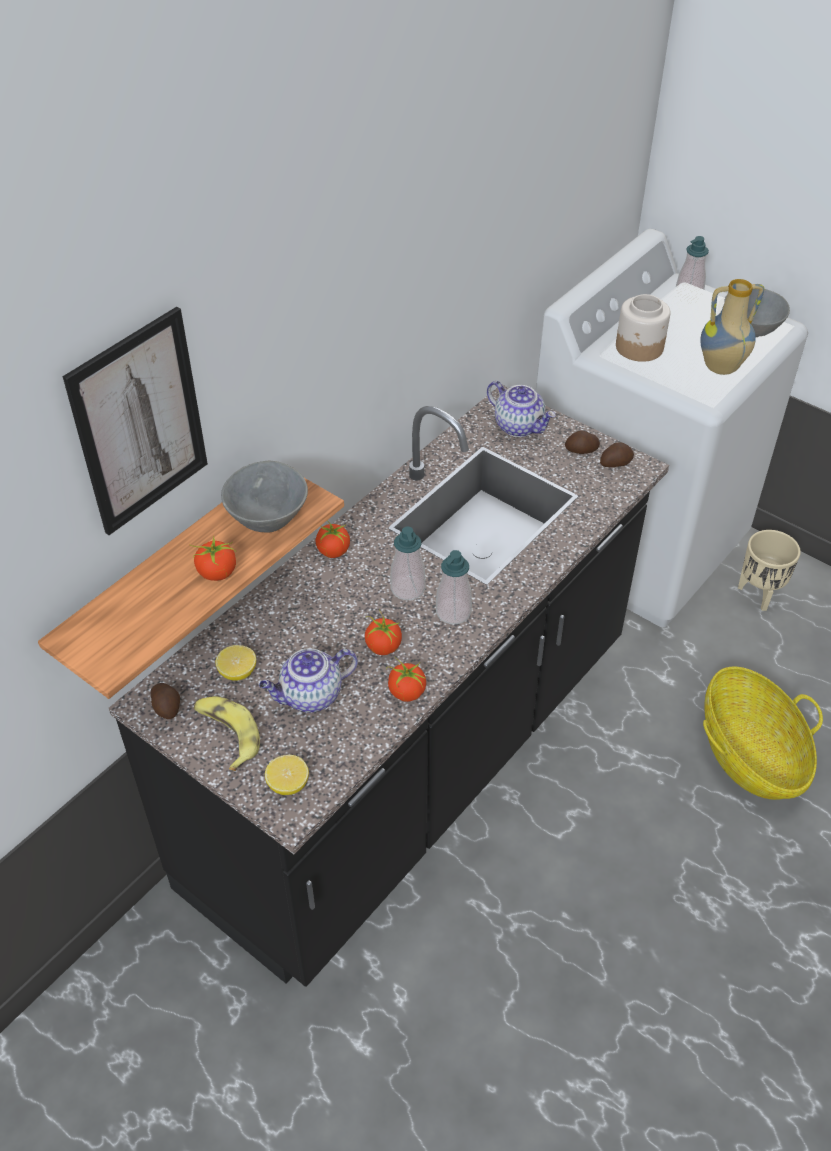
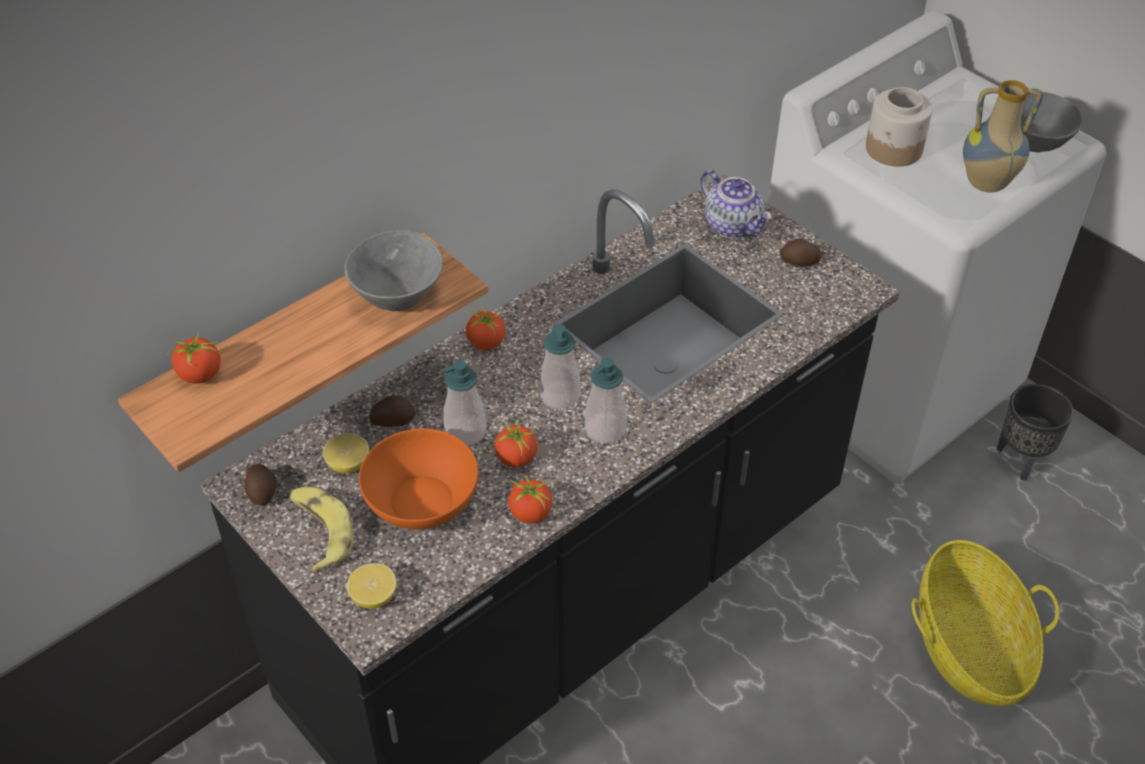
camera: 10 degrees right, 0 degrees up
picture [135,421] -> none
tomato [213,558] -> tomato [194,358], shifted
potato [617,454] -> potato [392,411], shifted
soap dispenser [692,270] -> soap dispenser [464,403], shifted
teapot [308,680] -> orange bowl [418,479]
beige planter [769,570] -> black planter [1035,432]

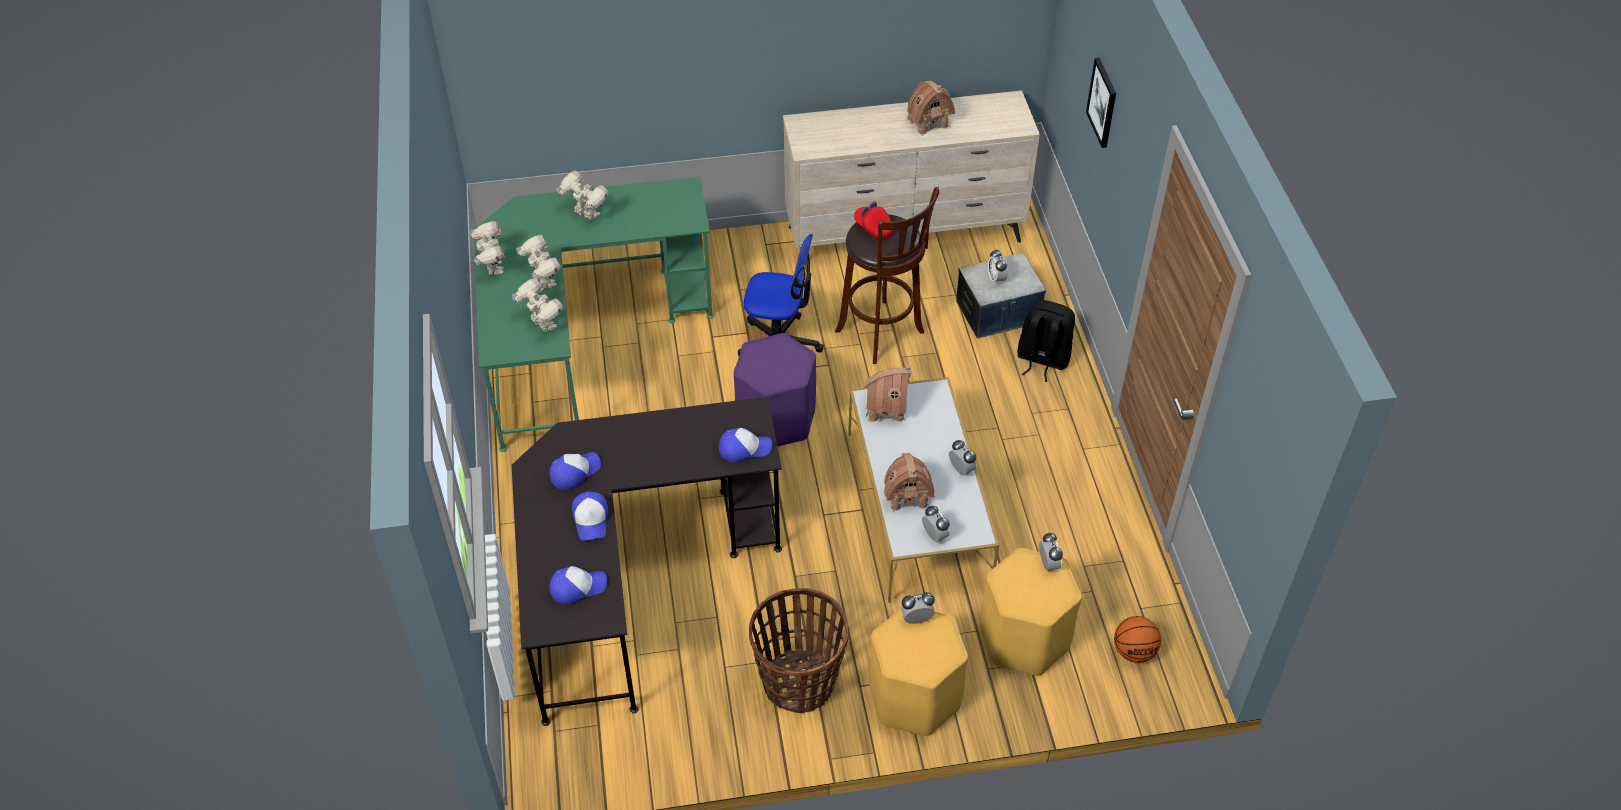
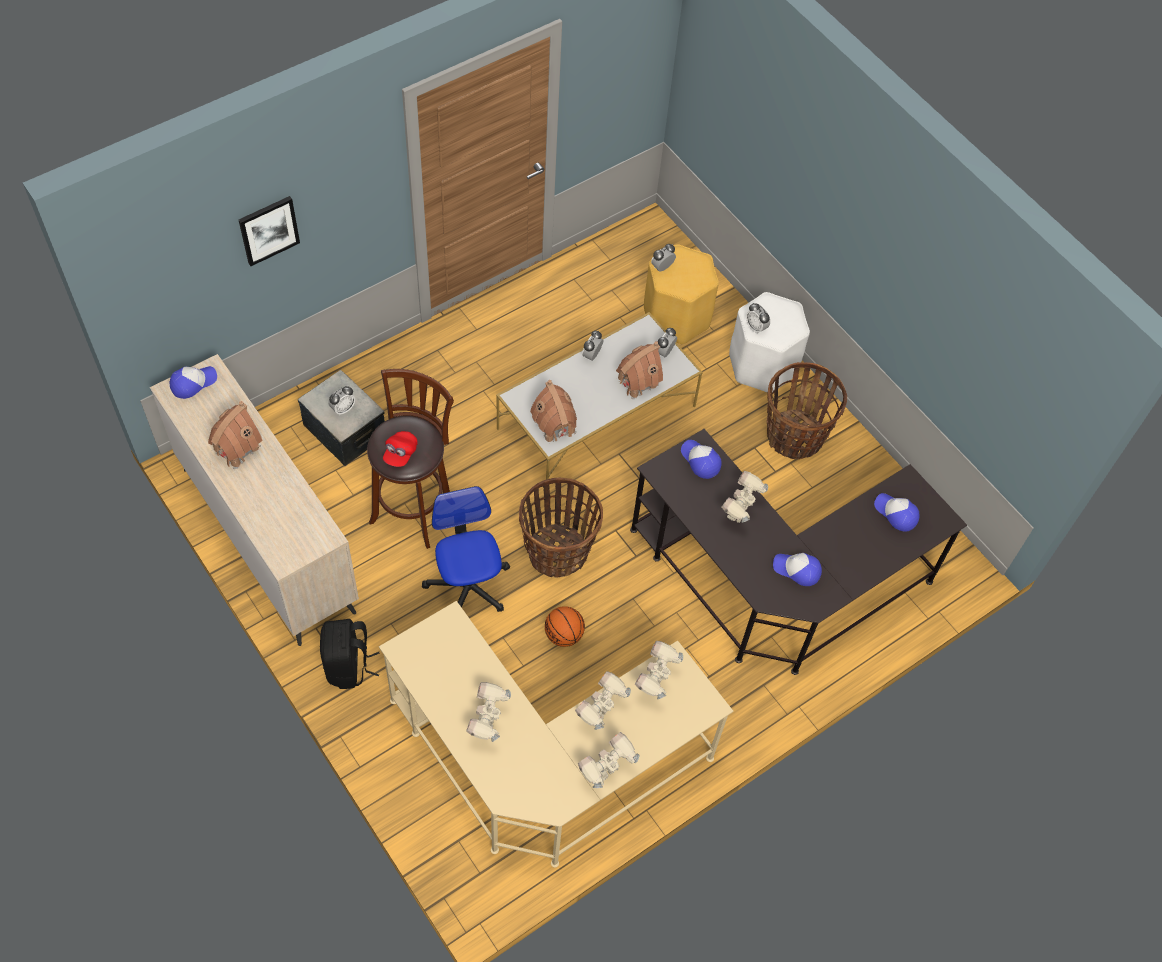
camera: 120 degrees left, 10 degrees up
none -> toy robot [744,497]
cap [590,516] -> cap [193,382], shifted
black backpack [1046,341] -> black backpack [350,654], shifted
basketball [1137,639] -> basketball [565,627], shifted
purple stool [775,390] -> basket [561,527]
green desk [594,314] -> beige desk [556,734]
yellow stool [918,672] -> white stool [769,342]

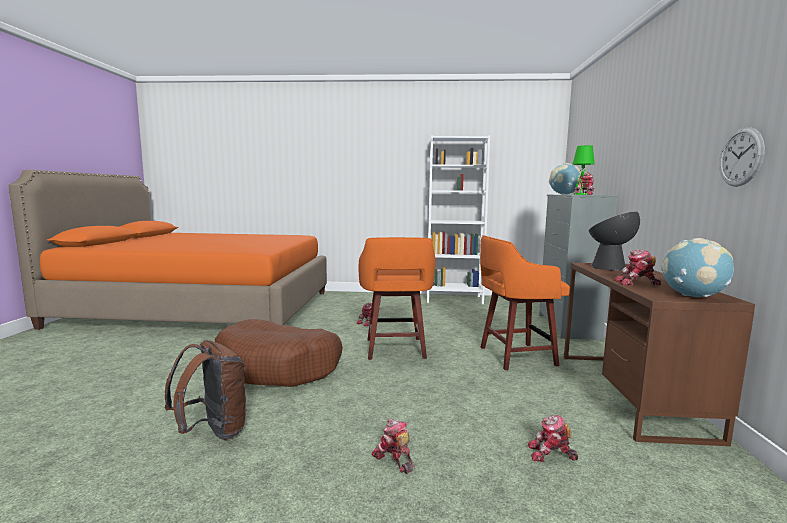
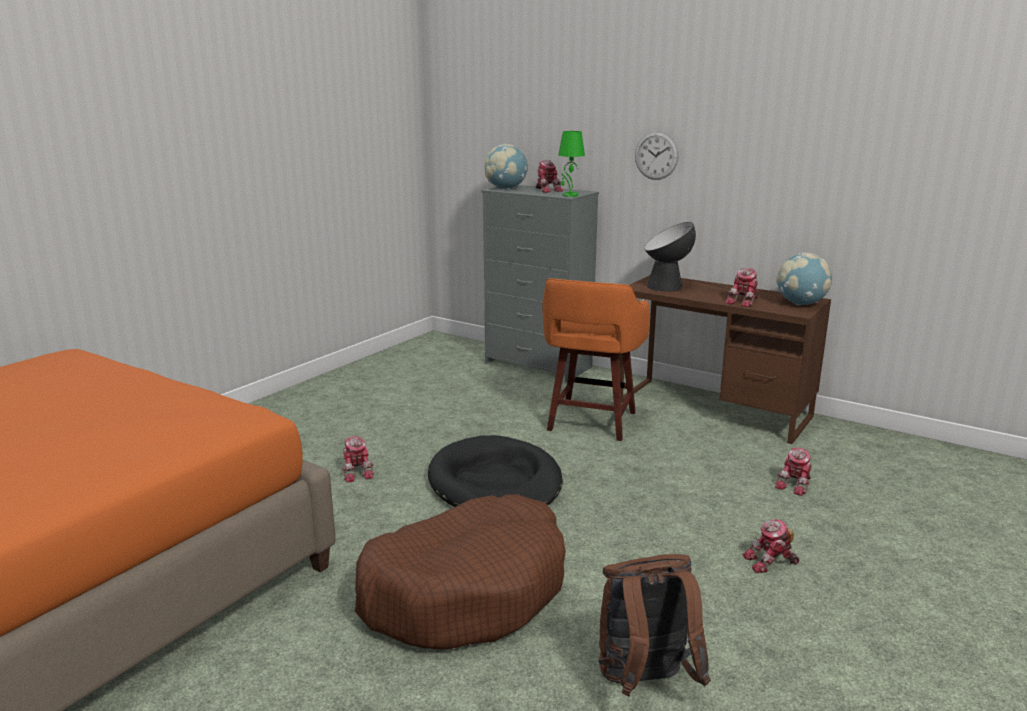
camera: 60 degrees left, 10 degrees up
white bookcase [458,219] -> none
wall clock [742,157] -> wall clock [657,156], shifted
orange stool [397,298] -> black dog bed [495,471]

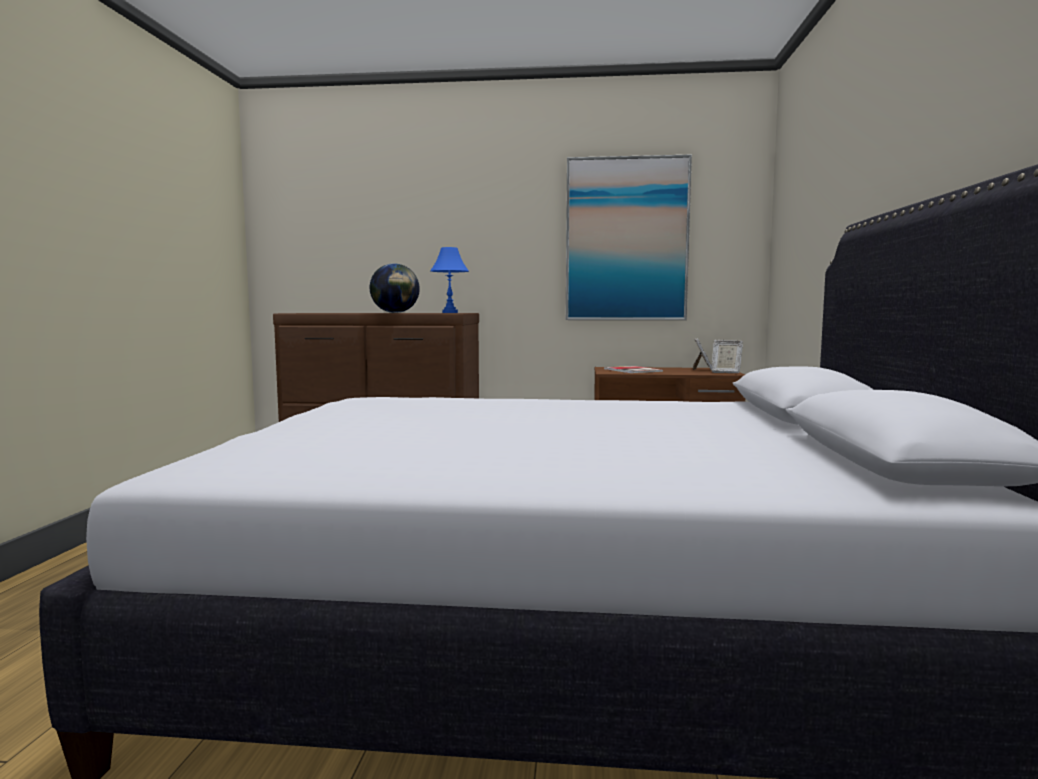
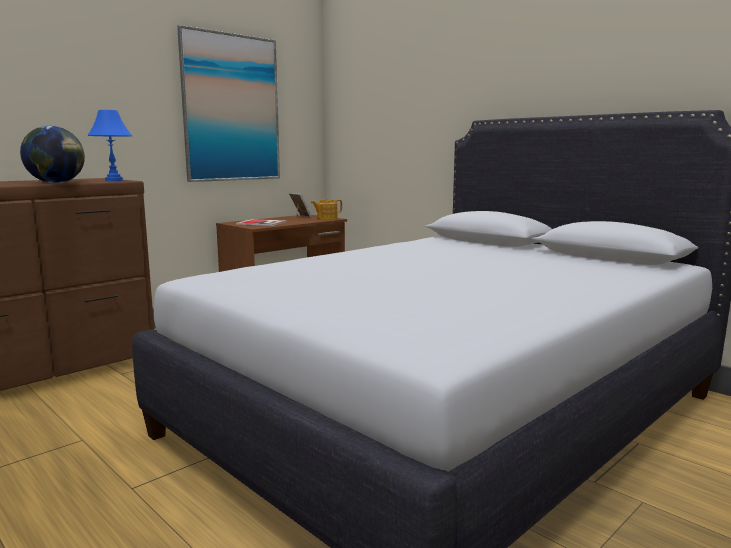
camera: 50 degrees left, 5 degrees up
picture frame [727,356] -> teapot [326,209]

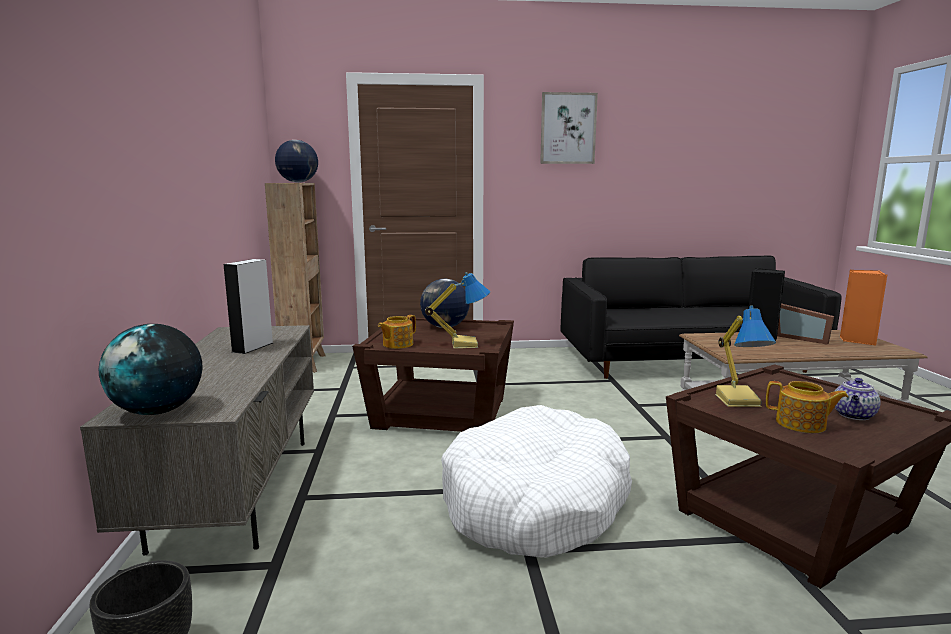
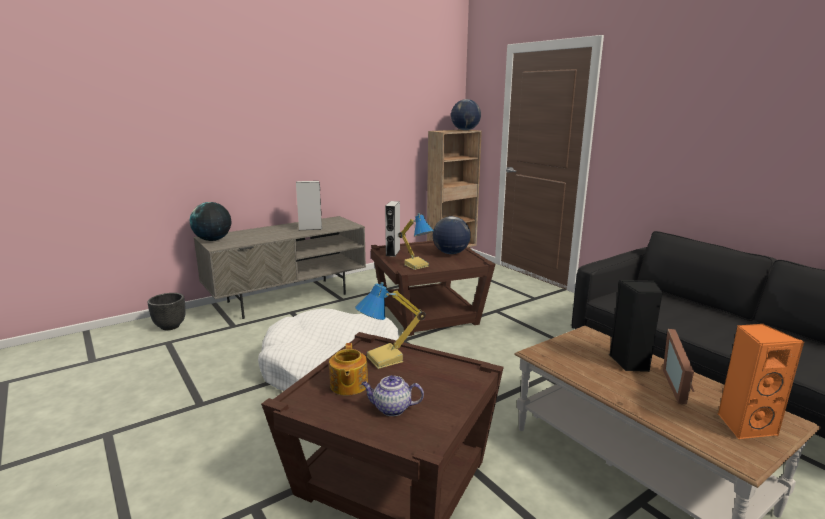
camera: 60 degrees right, 5 degrees up
picture [569,128] -> none
teapot [397,332] -> grey speaker [392,229]

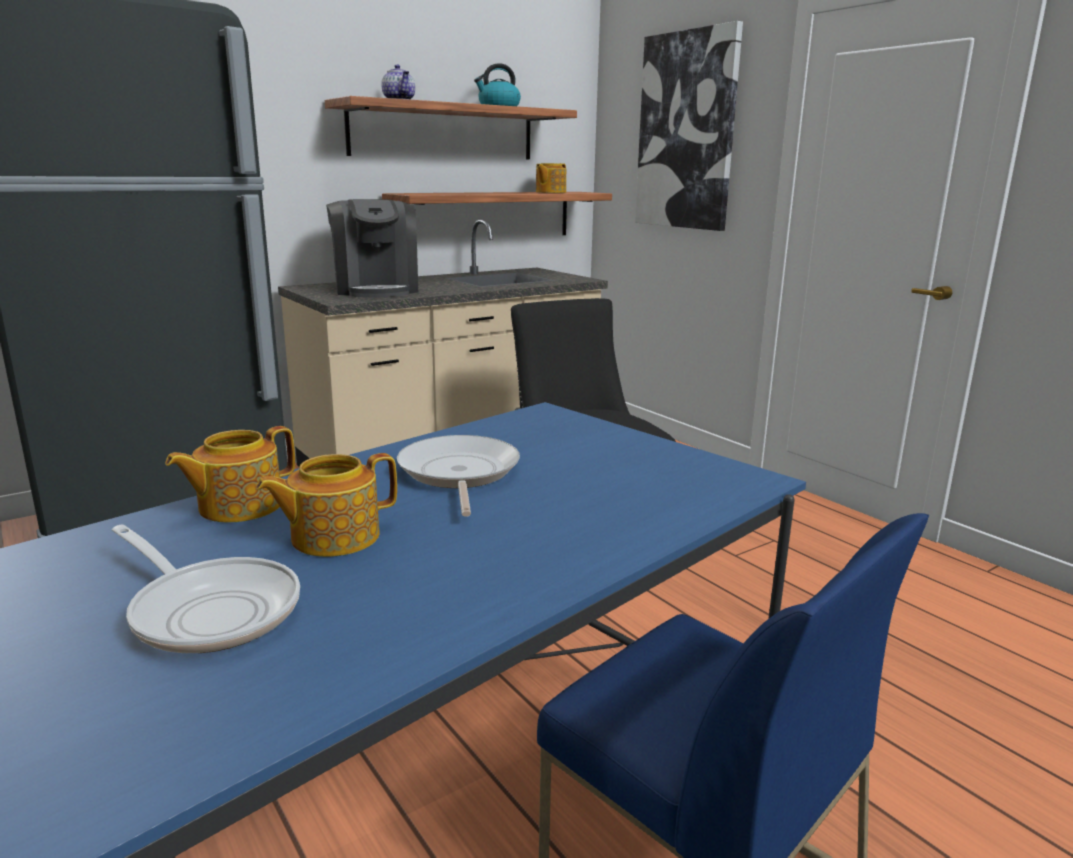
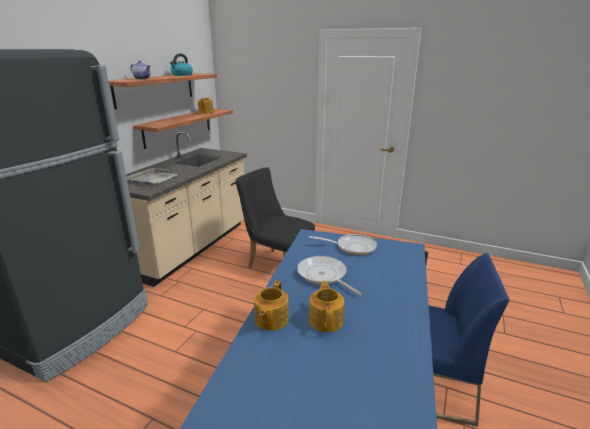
camera: 30 degrees left, 5 degrees up
picture [689,126] -> none
frying pan [206,589] -> frying pan [343,244], shifted
coffee machine [372,248] -> grey tray [152,176]
teapot [326,505] -> teapot [326,306], 150 degrees clockwise

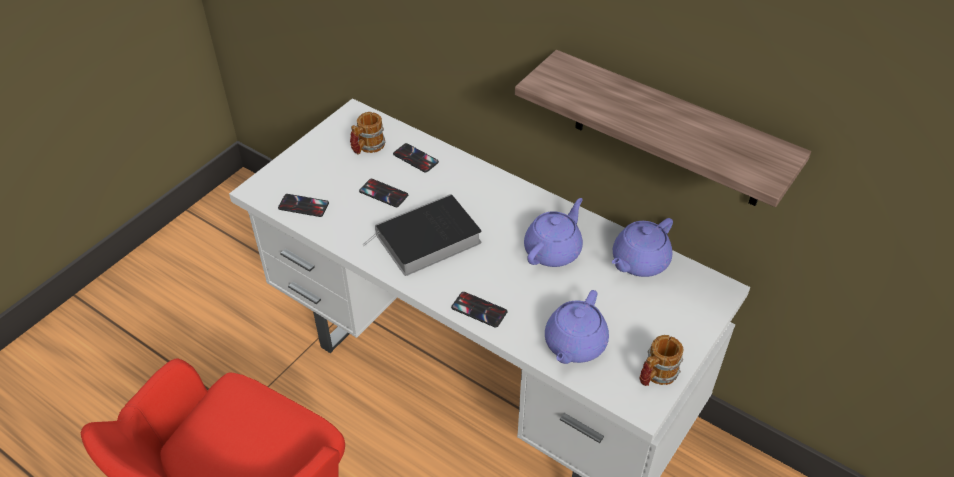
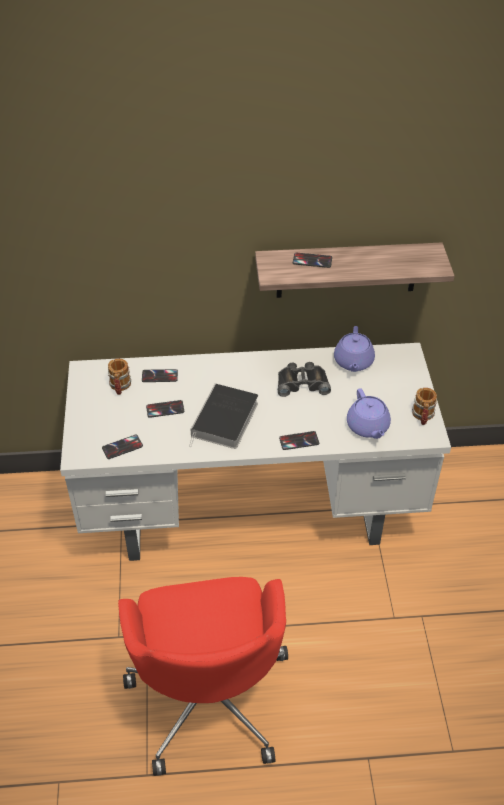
camera: 40 degrees left, 0 degrees up
none -> phone [312,260]
purple teapot [553,232] -> black binoculars [304,379]

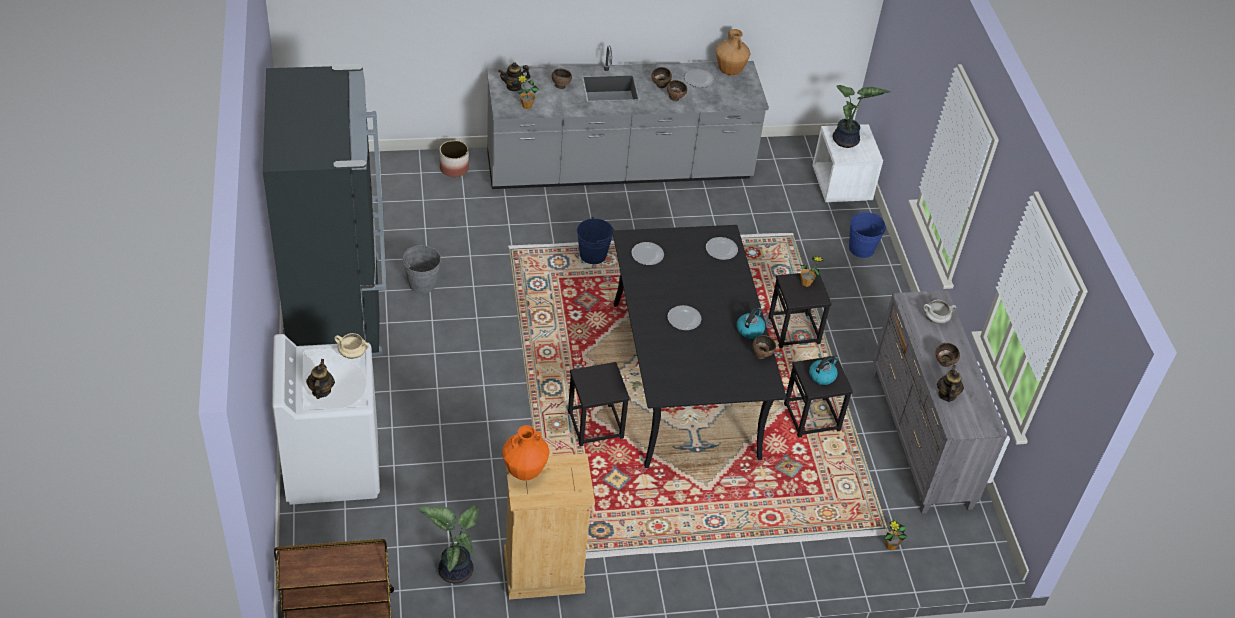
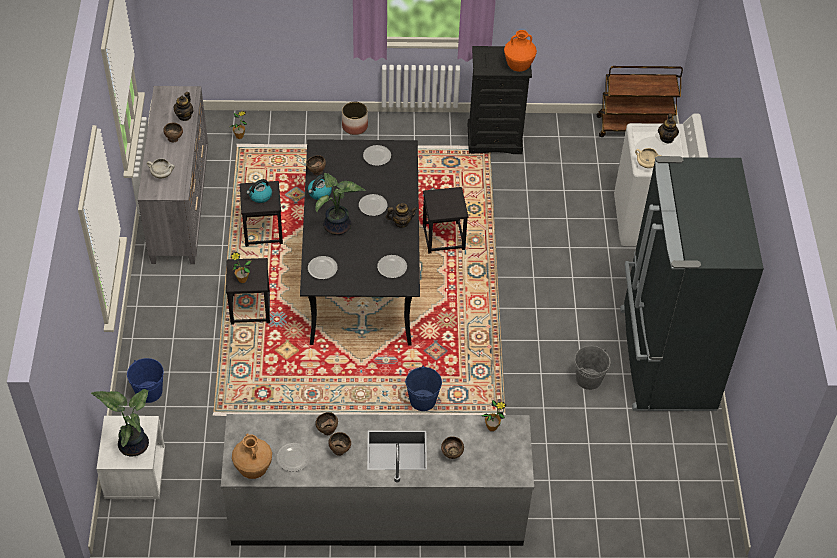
camera: 170 degrees left, 5 degrees up
none -> plate [377,155]
potted plant [448,545] -> potted plant [340,204], shifted
planter [454,158] -> planter [355,118], shifted
teapot [514,76] -> teapot [402,215], shifted
beige dresser [549,527] -> black dresser [500,100]

